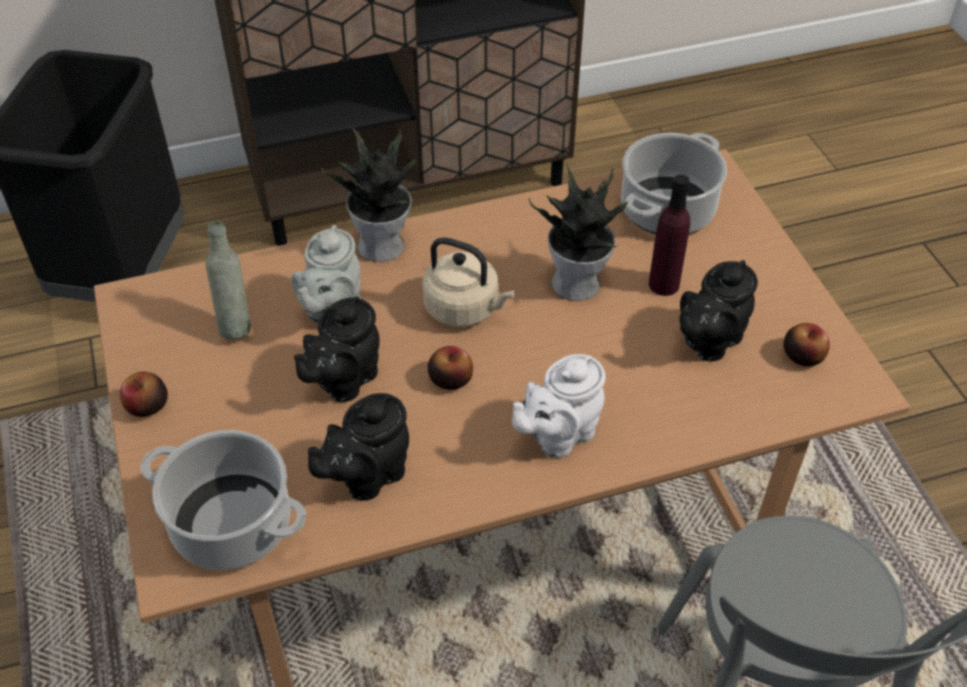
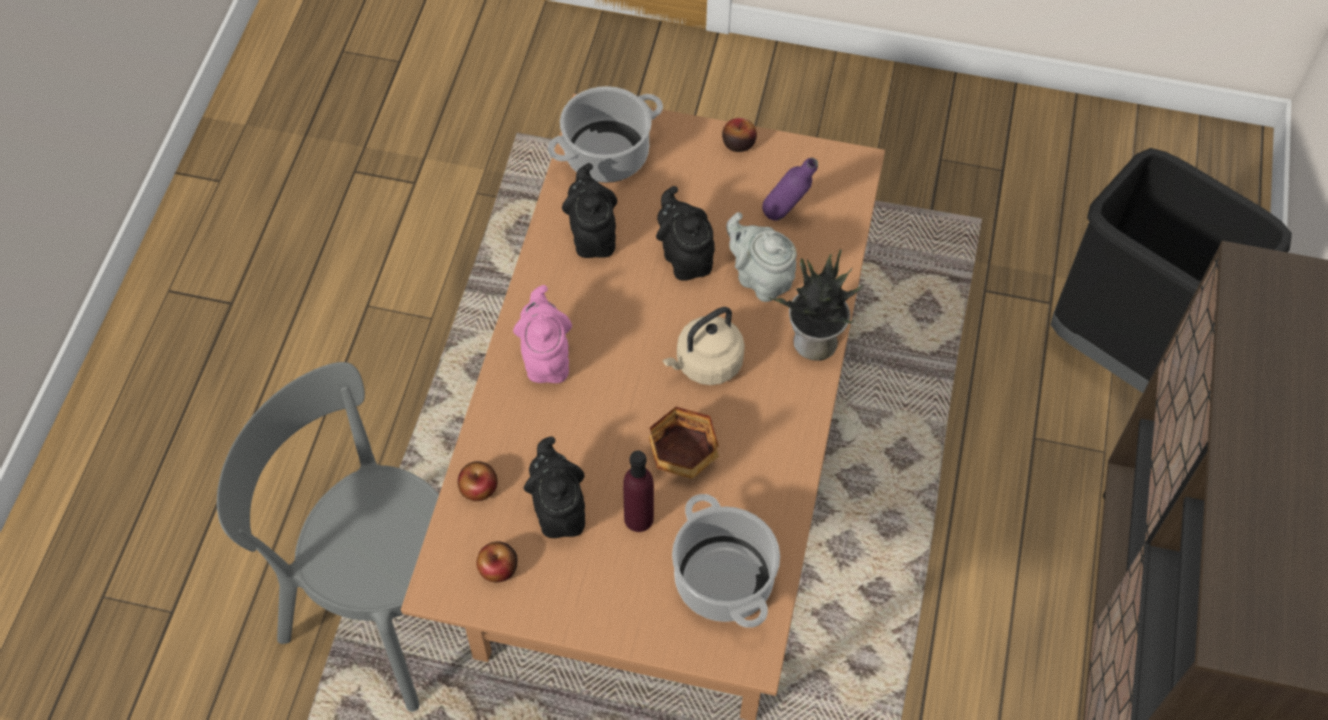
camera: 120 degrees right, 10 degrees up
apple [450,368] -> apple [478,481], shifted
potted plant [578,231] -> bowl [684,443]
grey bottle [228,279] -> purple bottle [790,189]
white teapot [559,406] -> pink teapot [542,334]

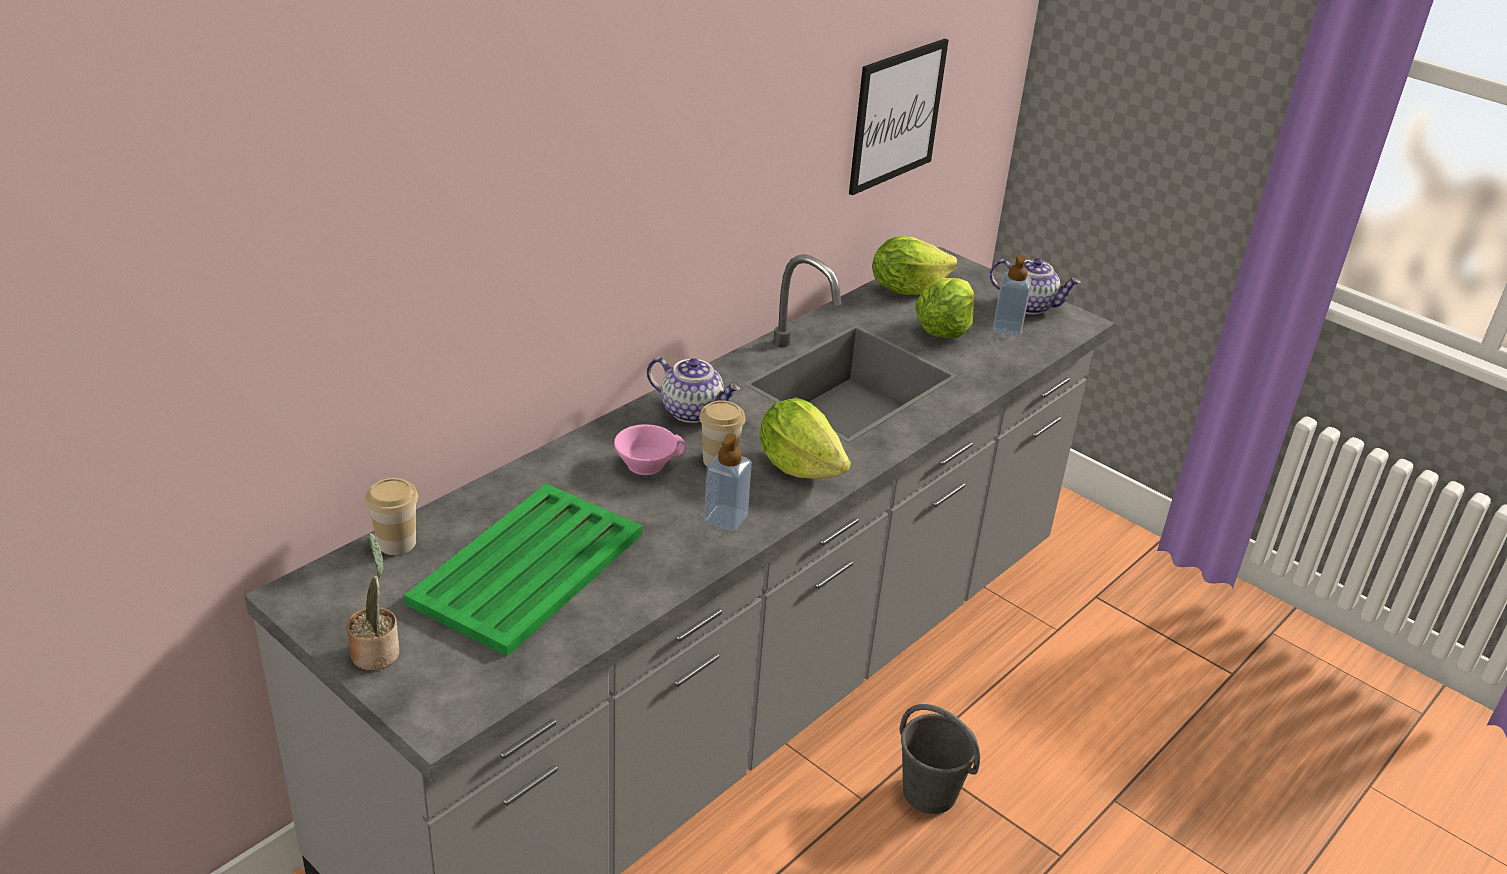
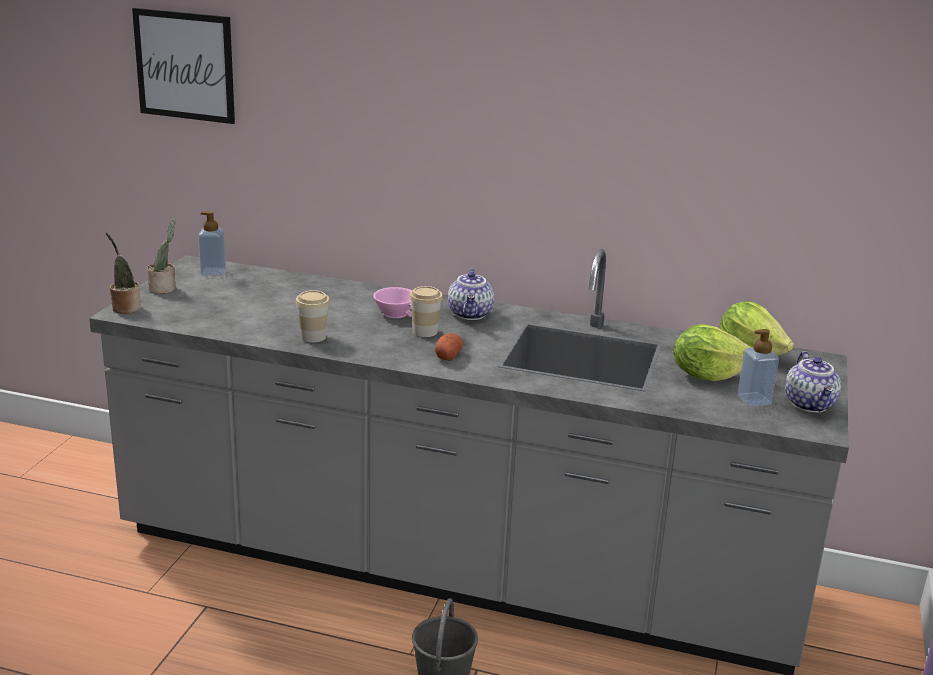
camera: 65 degrees right, 10 degrees down
green tray [523,570] -> none
none -> potted plant [123,273]
cup [391,516] -> cup [312,316], shifted
soap dispenser [728,482] -> soap dispenser [212,243], shifted
picture [898,117] -> picture [183,66], shifted
lettuce [805,438] -> potato [449,347]

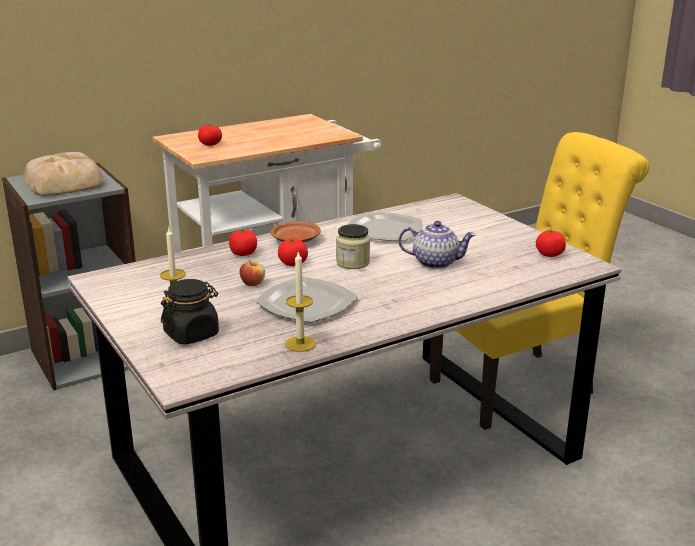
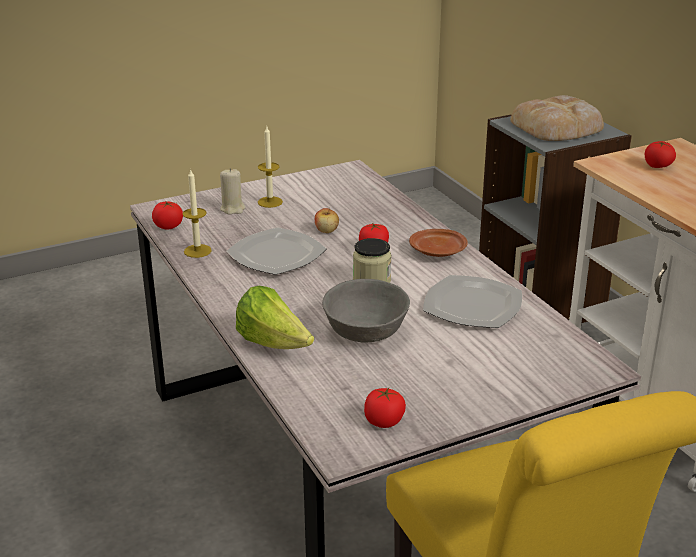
camera: 95 degrees right, 5 degrees up
none -> lettuce [275,317]
tomato [243,243] -> tomato [167,215], shifted
black jar [190,312] -> beige candle [232,191]
teapot [437,245] -> grey bowl [366,310]

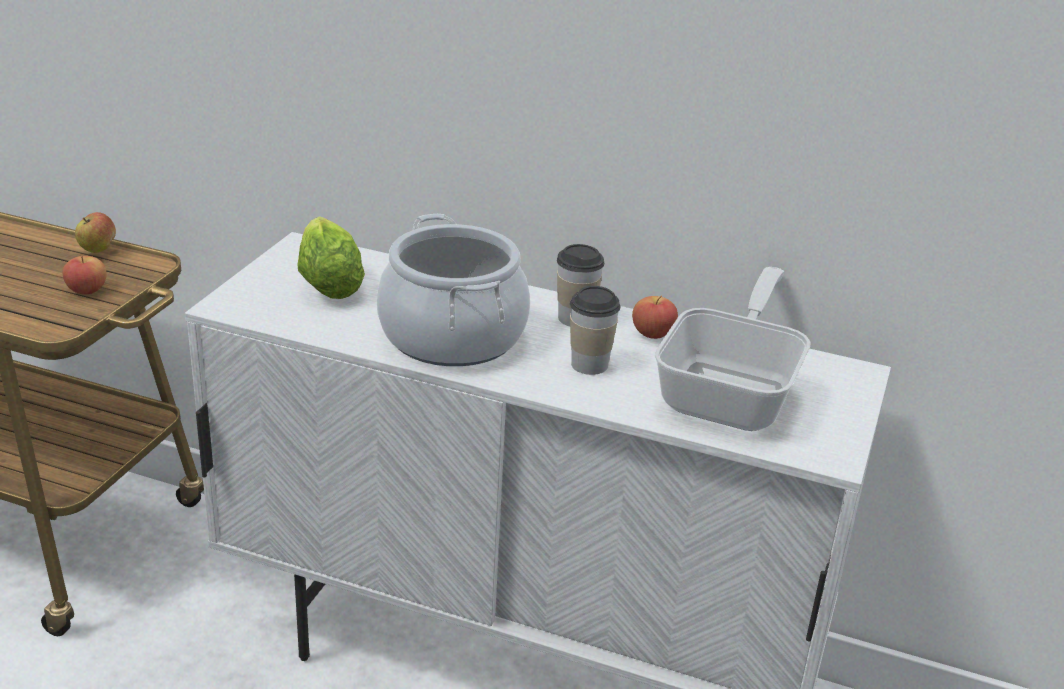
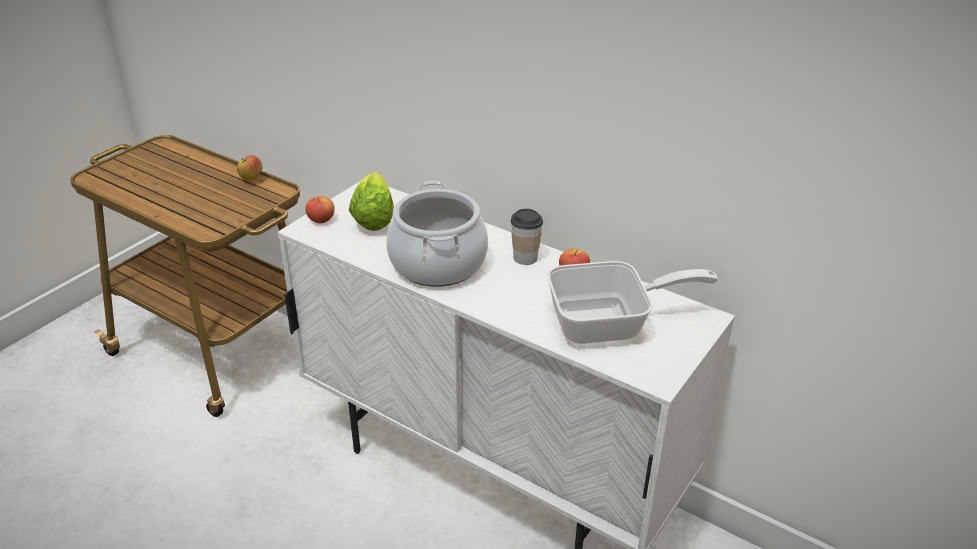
camera: 15 degrees right, 5 degrees up
cup [595,330] -> none
apple [85,275] -> apple [320,209], shifted
frying pan [732,349] -> frying pan [632,302], 45 degrees clockwise

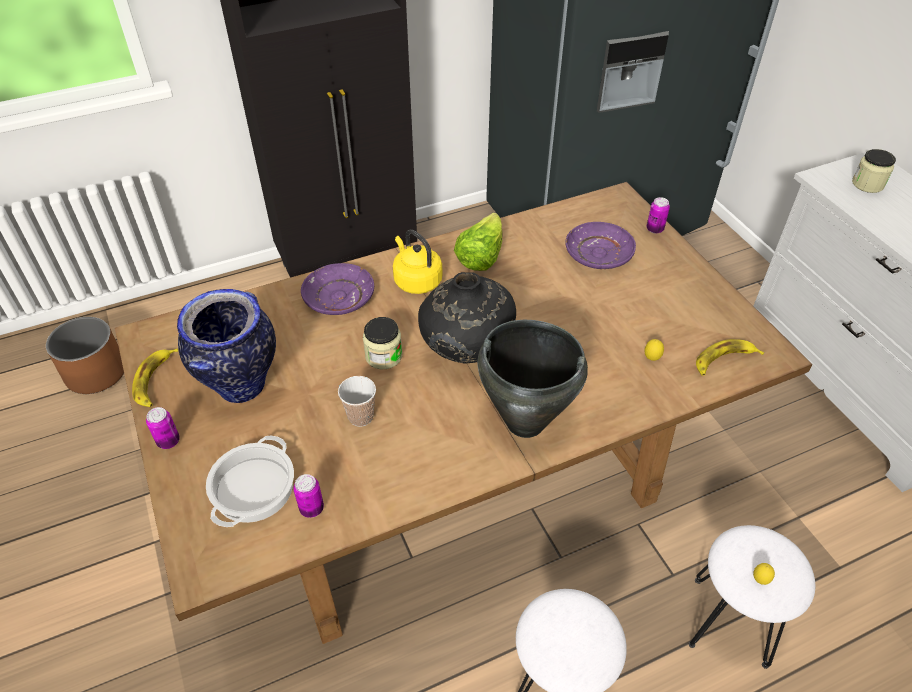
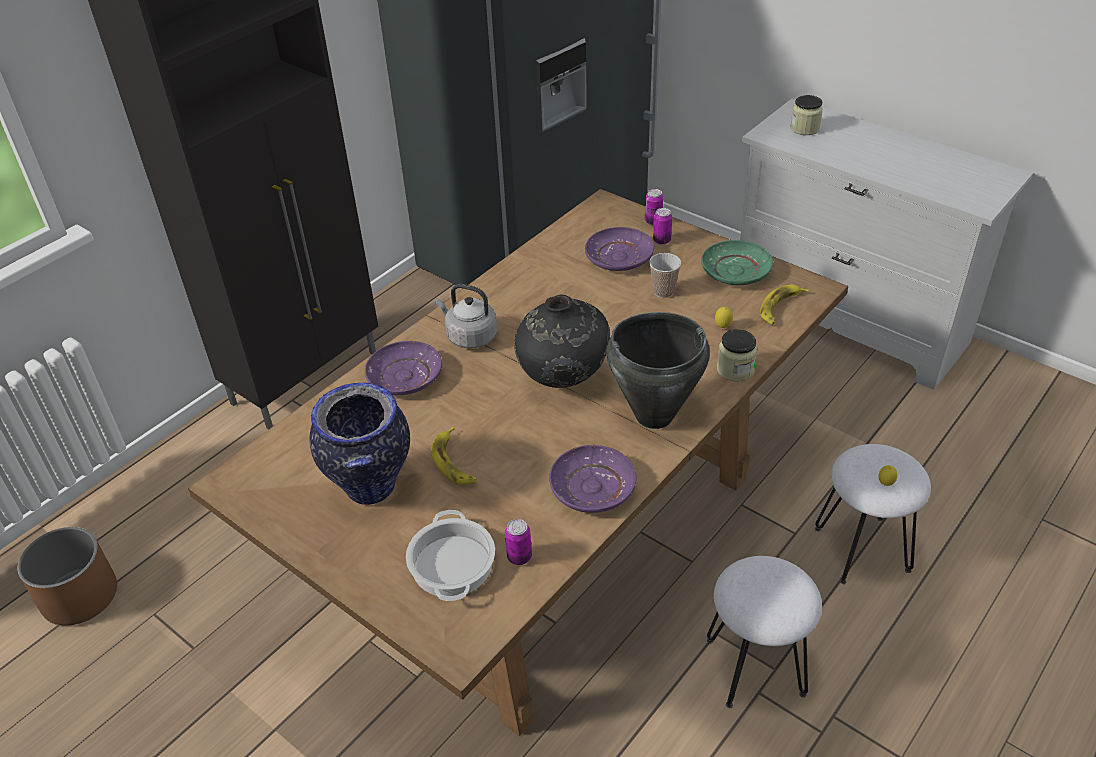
camera: 25 degrees left, 5 degrees down
lettuce [478,241] -> none
none -> purple plate [593,479]
none -> green plate [737,262]
banana [155,377] -> banana [454,456], shifted
can [163,428] -> can [662,226], shifted
cup [357,401] -> cup [665,275], shifted
jar [382,343] -> jar [737,355], shifted
yellow kettle [417,261] -> grey kettle [466,316]

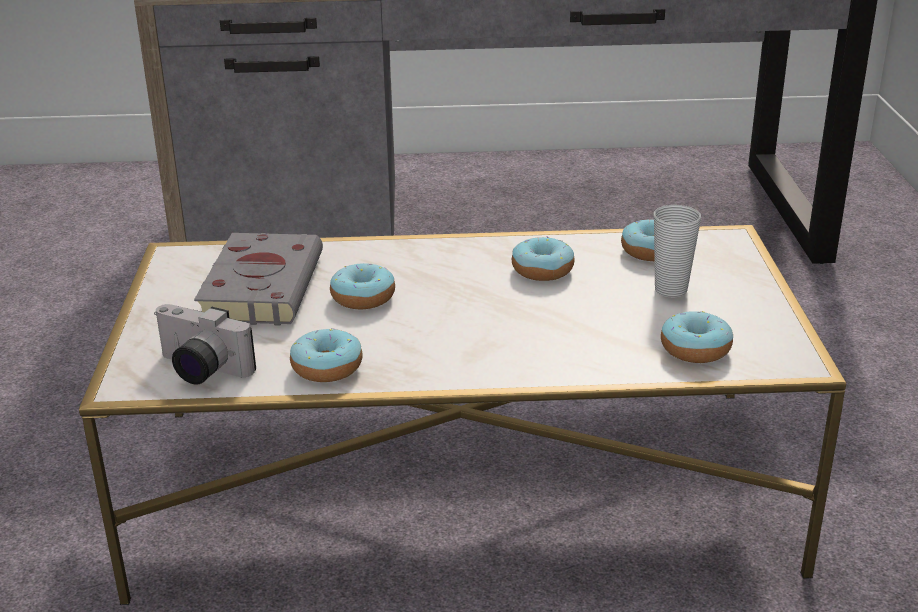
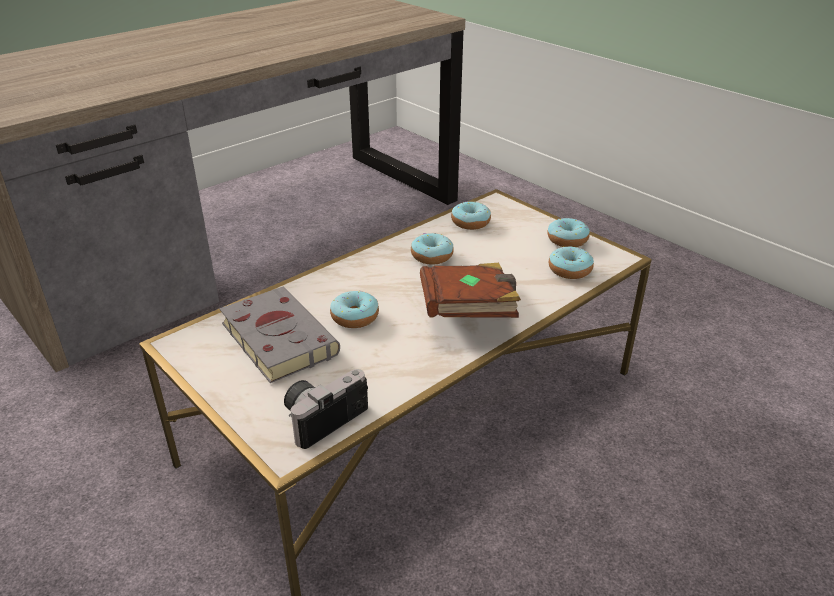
camera: 40 degrees left, 5 degrees up
cup [677,251] -> none
none -> brown book [470,290]
donut [326,355] -> donut [568,232], shifted
photo camera [205,344] -> photo camera [326,409], 150 degrees clockwise

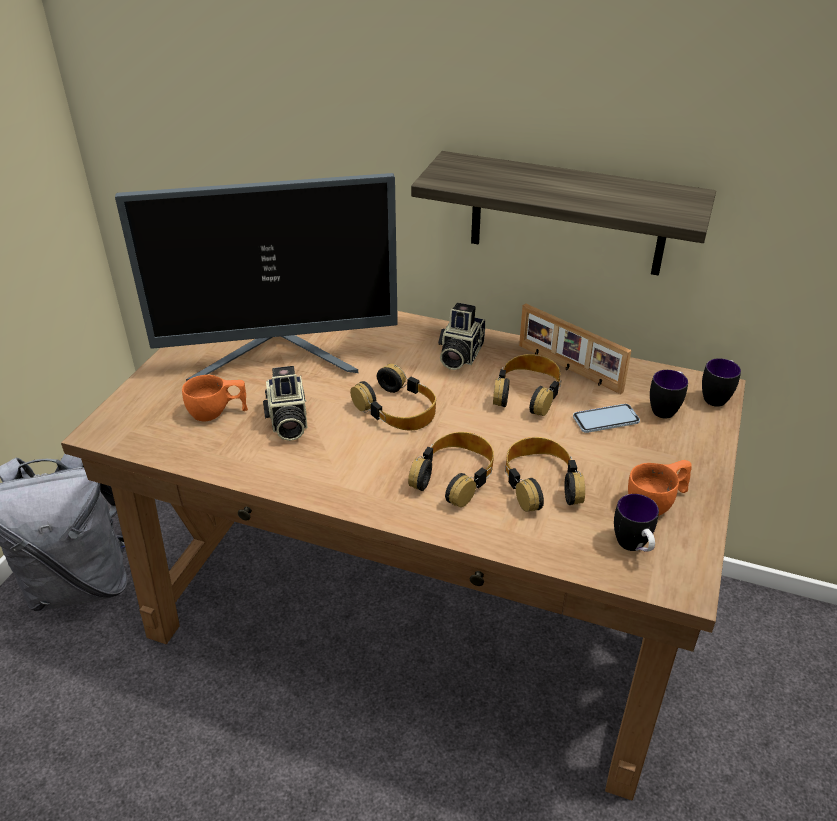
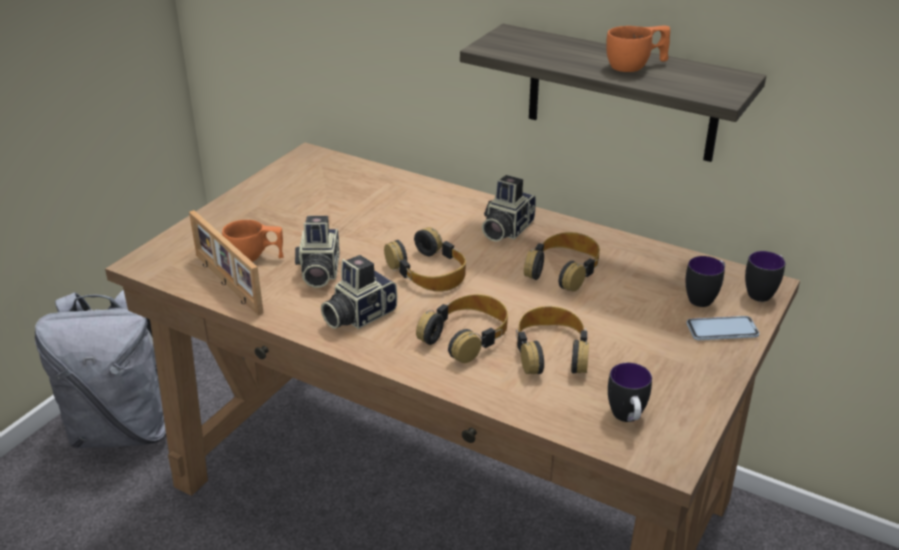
camera: 10 degrees right, 5 degrees down
monitor [256,277] -> none
none -> photo camera [359,292]
picture frame [575,348] -> picture frame [226,262], shifted
phone [606,418] -> phone [722,328], shifted
orange cup [660,488] -> orange cup [638,48], shifted

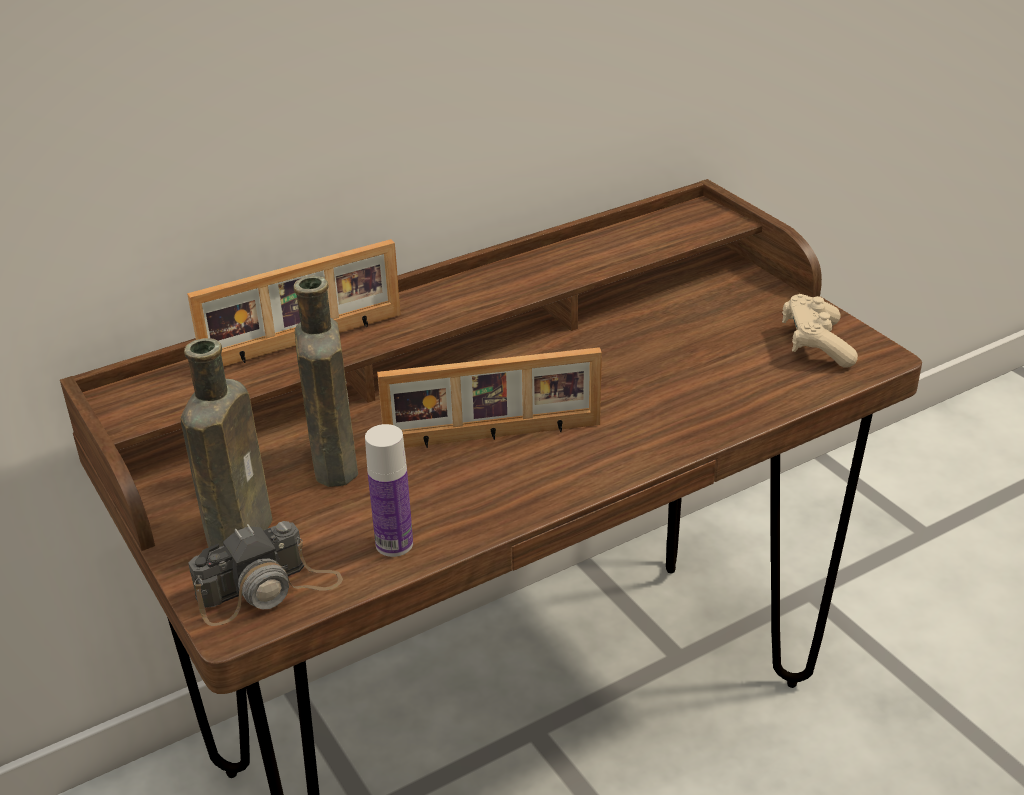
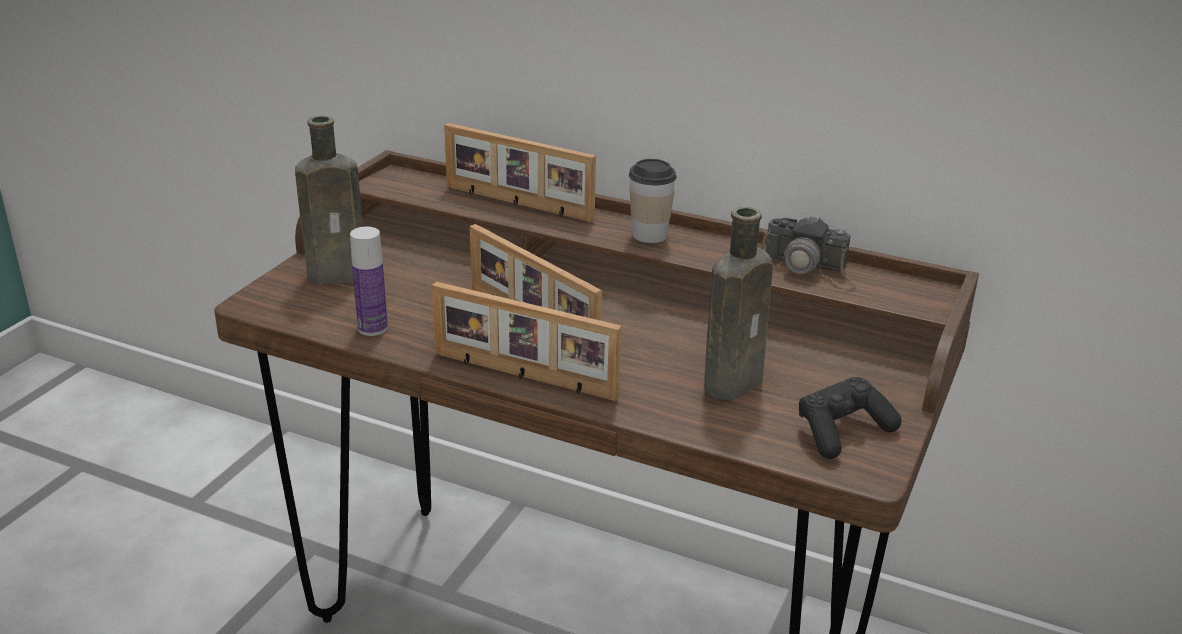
camera: 55 degrees right, 5 degrees down
none -> picture frame [527,341]
none -> cup [653,201]
photo camera [265,573] -> photo camera [809,251], shifted
brown bottle [326,381] -> brown bottle [738,303], shifted
beige game controller [820,331] -> black game controller [850,418]

